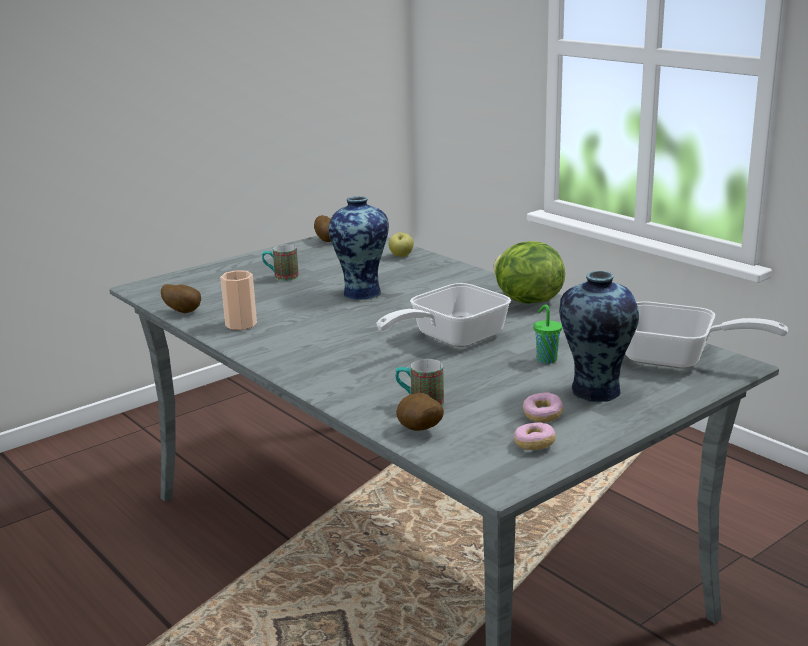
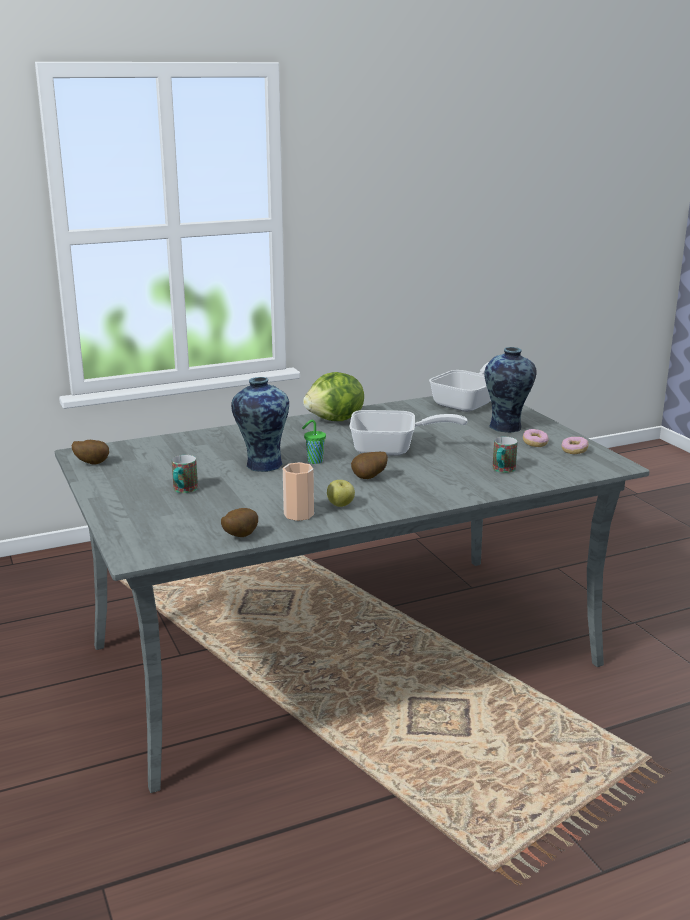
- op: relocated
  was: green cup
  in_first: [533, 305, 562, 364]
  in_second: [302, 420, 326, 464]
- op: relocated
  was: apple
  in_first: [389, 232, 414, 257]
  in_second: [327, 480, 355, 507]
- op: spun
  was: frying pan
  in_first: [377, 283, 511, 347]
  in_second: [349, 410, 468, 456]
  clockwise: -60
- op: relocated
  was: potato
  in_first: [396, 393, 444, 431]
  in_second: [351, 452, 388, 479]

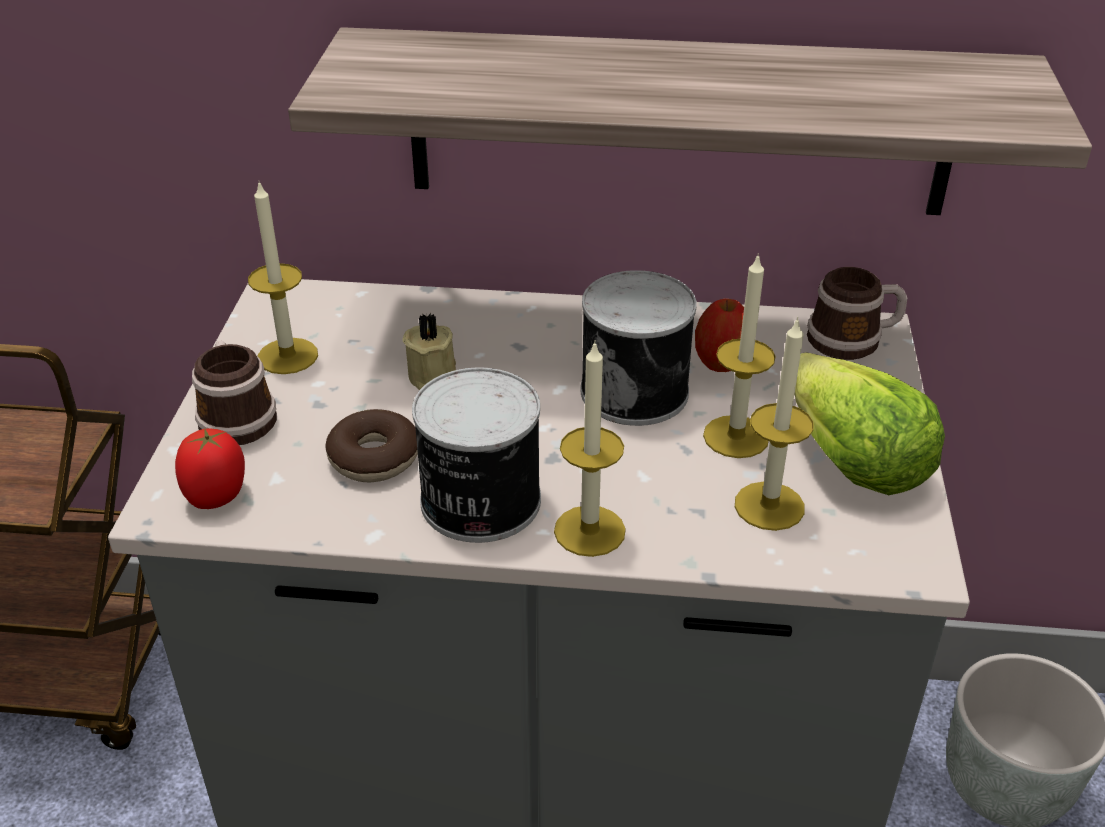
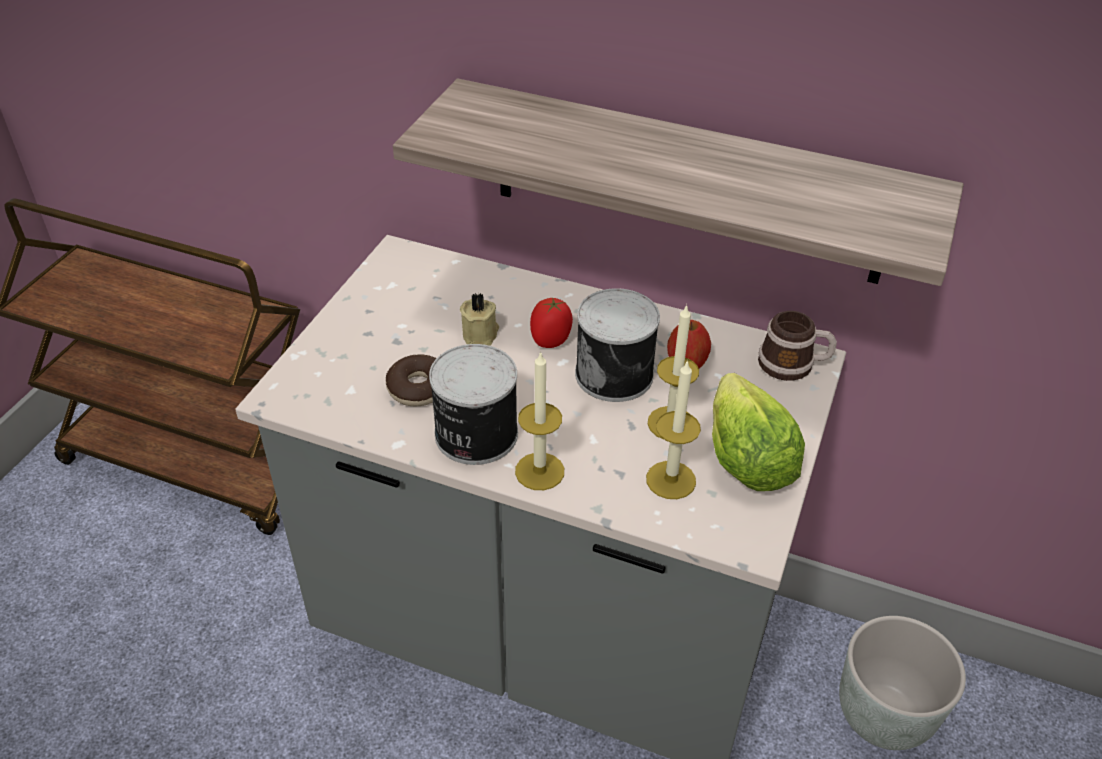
- op: relocated
  was: tomato
  in_first: [175, 428, 245, 509]
  in_second: [530, 298, 573, 348]
- op: missing
  was: mug
  in_first: [192, 341, 277, 445]
- op: missing
  was: candle
  in_first: [248, 180, 318, 374]

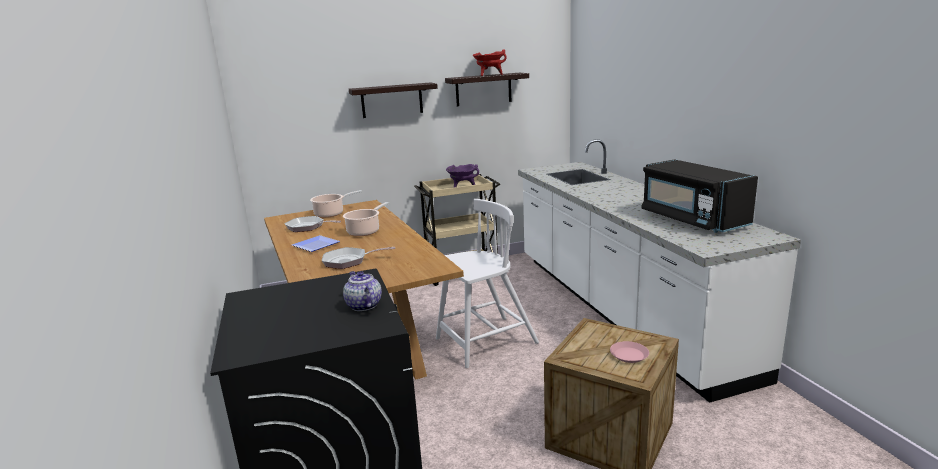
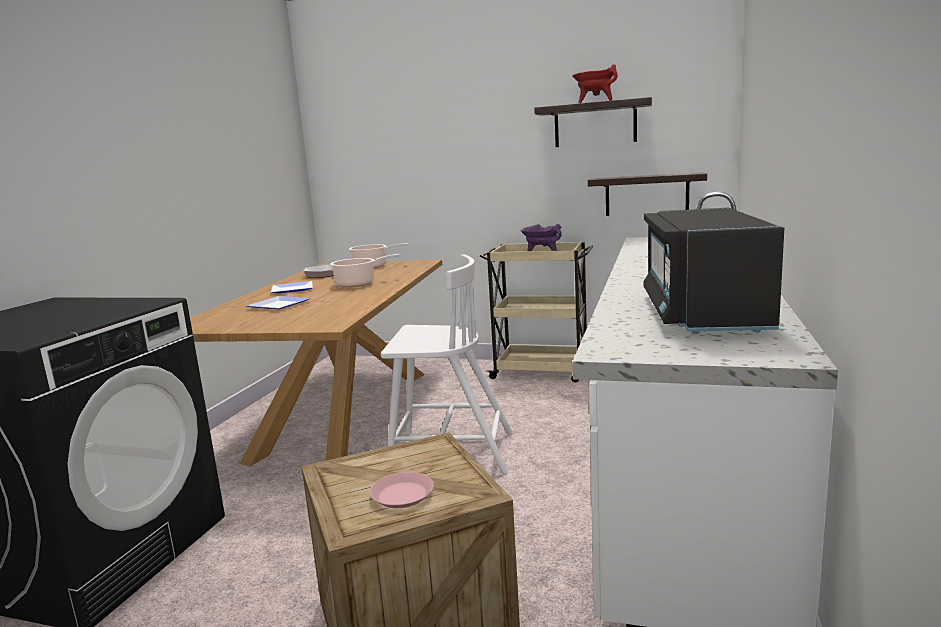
- op: exchanged
  was: frying pan
  now: plate
  in_first: [322, 247, 395, 269]
  in_second: [247, 296, 311, 309]
- op: relocated
  was: shelf
  in_first: [349, 82, 438, 118]
  in_second: [588, 172, 707, 216]
- op: missing
  was: teapot
  in_first: [343, 271, 382, 311]

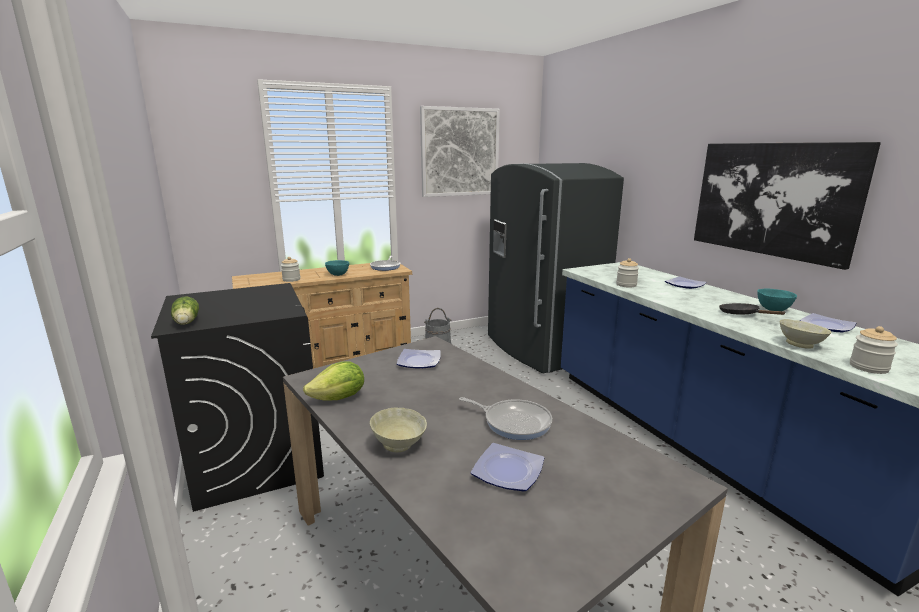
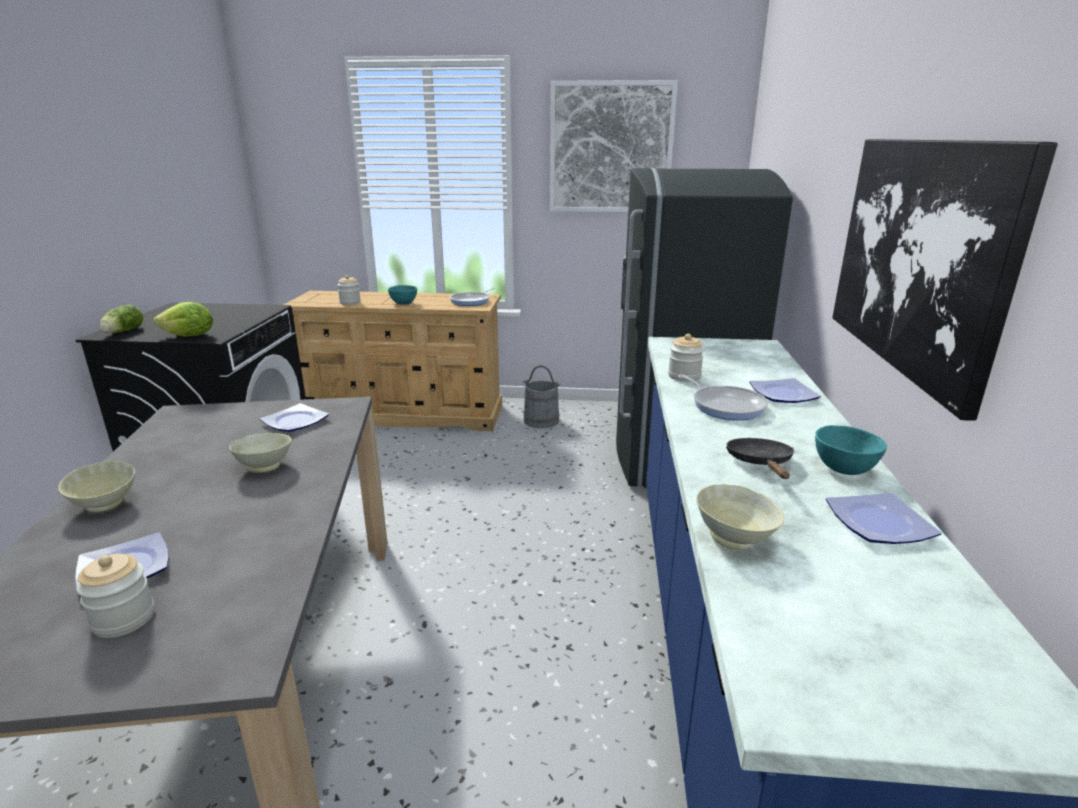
- op: relocated
  was: jar
  in_first: [850, 326, 898, 374]
  in_second: [76, 554, 154, 638]
- op: relocated
  was: lettuce
  in_first: [303, 361, 364, 400]
  in_second: [154, 302, 213, 337]
- op: appeared
  now: beige bowl
  in_second: [229, 433, 291, 473]
- op: relocated
  was: frying pan
  in_first: [459, 397, 552, 440]
  in_second: [678, 374, 768, 420]

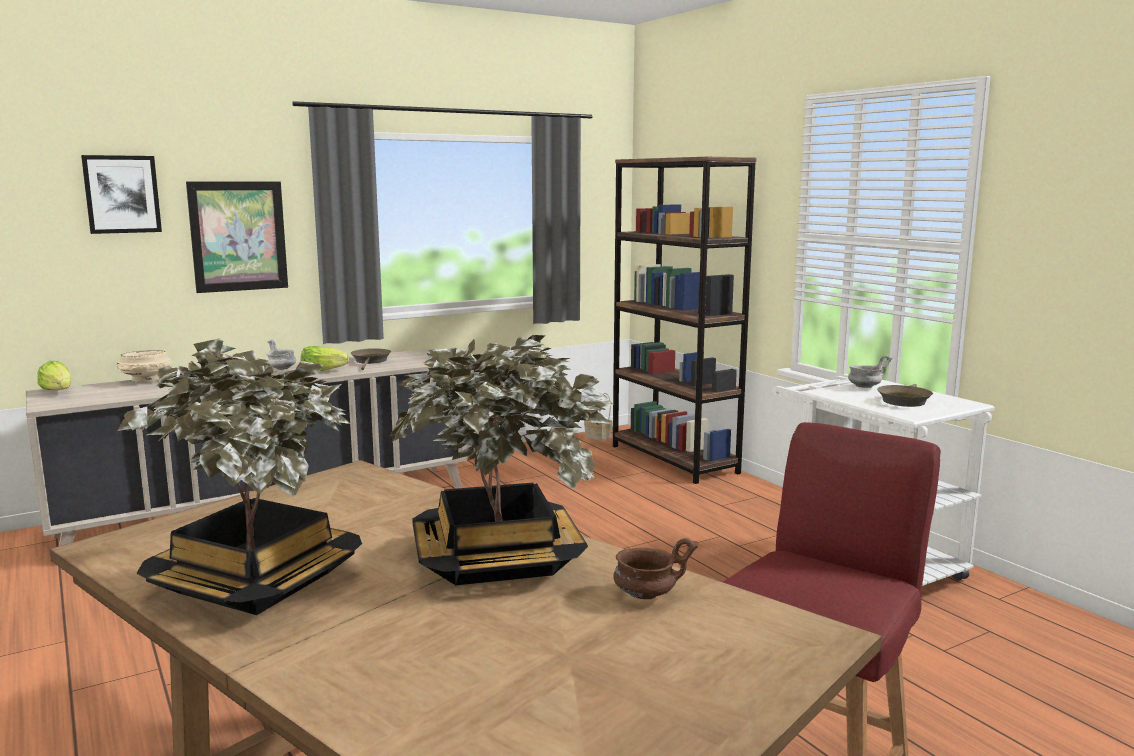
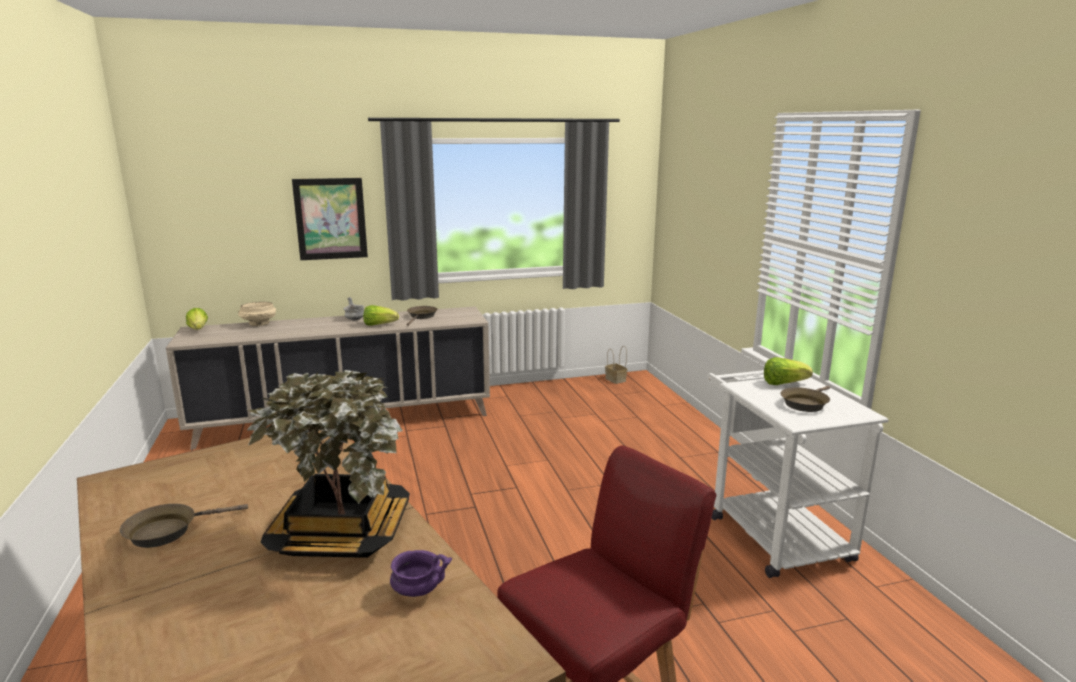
- op: exchanged
  was: potted plant
  now: brown frying pan
  in_first: [118, 338, 362, 615]
  in_second: [120, 504, 248, 548]
- op: colour
  was: brown bowl
  now: purple bowl
  in_first: [613, 538, 698, 599]
  in_second: [390, 550, 452, 597]
- op: exchanged
  was: grey bowl
  now: lettuce
  in_first: [848, 355, 893, 388]
  in_second: [764, 357, 813, 385]
- op: missing
  was: picture
  in_first: [81, 155, 162, 234]
- op: missing
  was: brown bookcase
  in_first: [613, 157, 757, 484]

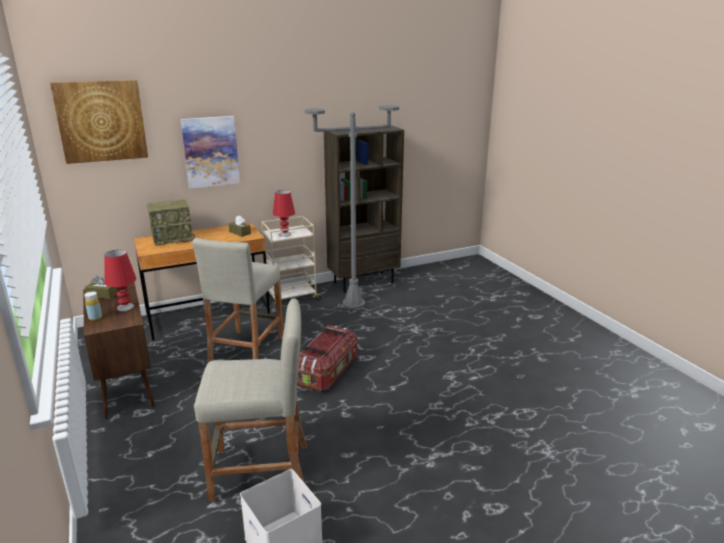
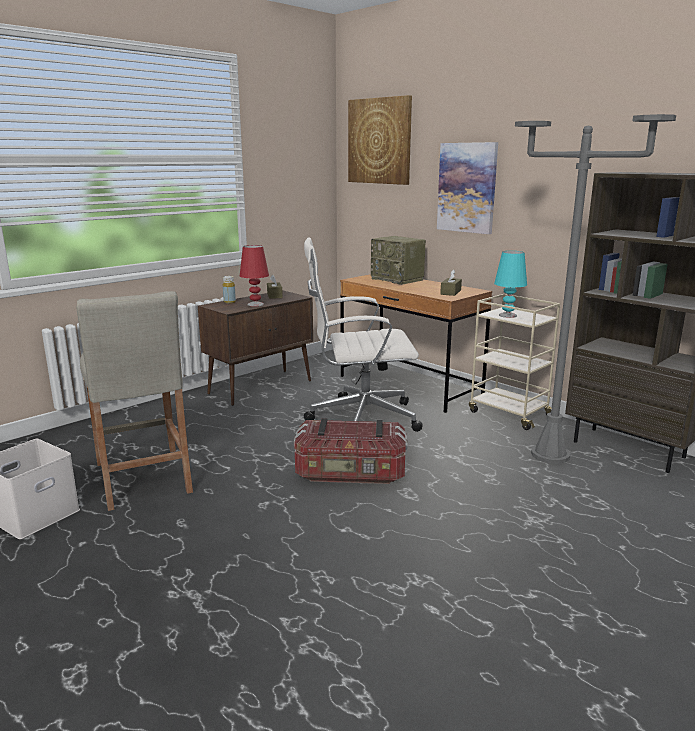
- op: exchanged
  was: beige stool
  now: white office chair
  in_first: [192, 238, 284, 362]
  in_second: [304, 237, 423, 432]
- op: colour
  was: red table lamp
  now: turquoise table lamp
  in_first: [273, 190, 295, 237]
  in_second: [494, 251, 527, 318]

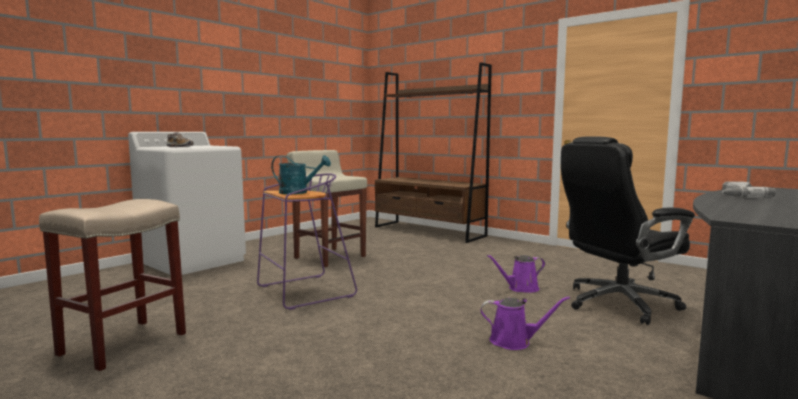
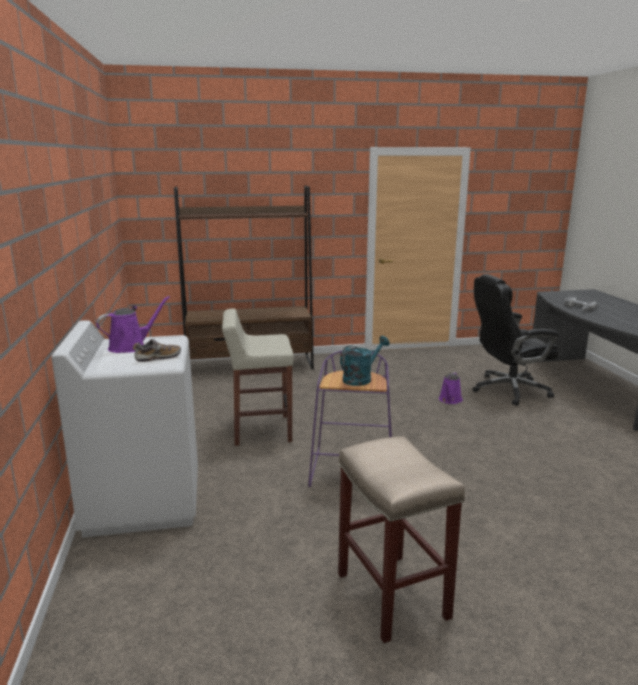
- op: relocated
  was: purple watering can
  in_first: [481, 296, 570, 350]
  in_second: [96, 296, 170, 353]
- op: spun
  was: black office chair
  in_first: [561, 136, 695, 325]
  in_second: [472, 274, 559, 406]
  clockwise: 60

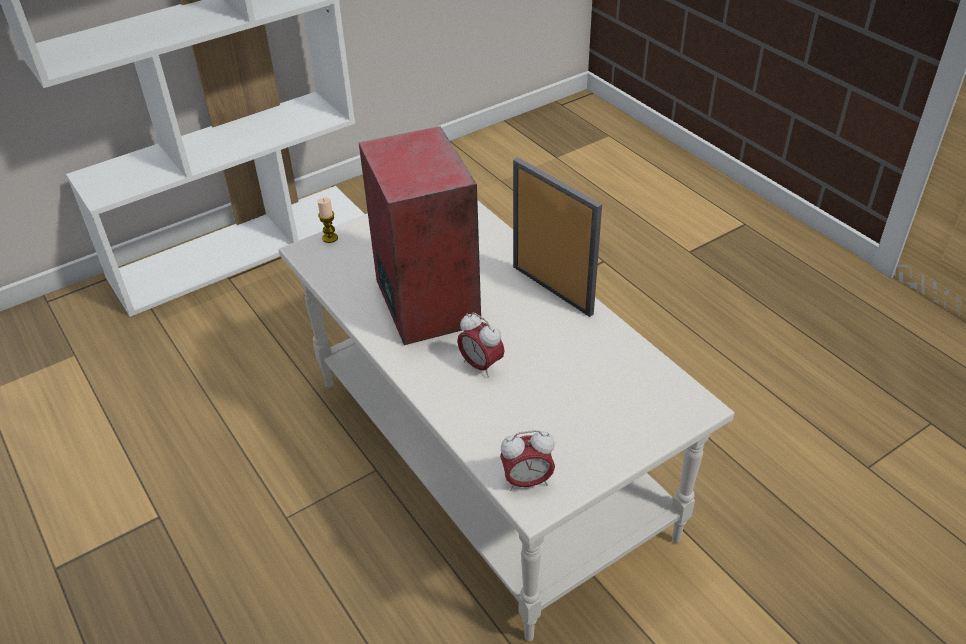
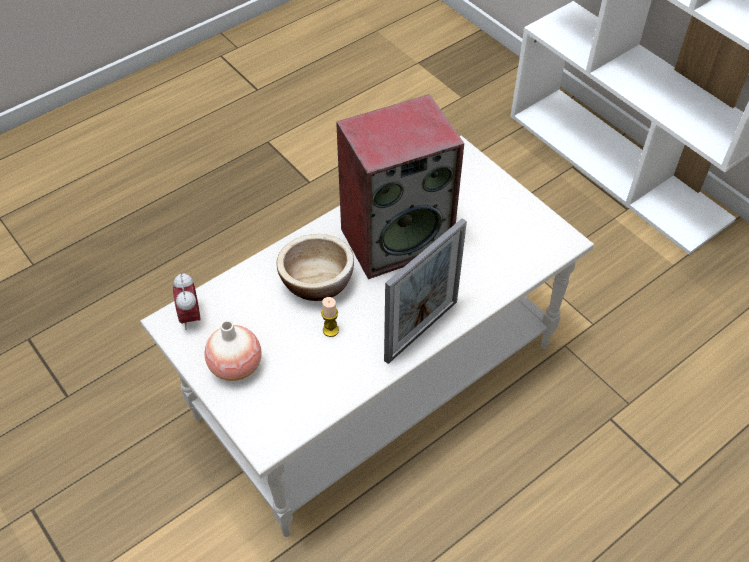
- op: appeared
  now: vase
  in_second: [205, 321, 262, 381]
- op: exchanged
  was: alarm clock
  now: bowl
  in_first: [457, 313, 505, 378]
  in_second: [276, 234, 354, 301]
- op: relocated
  was: candle
  in_first: [317, 197, 338, 243]
  in_second: [321, 297, 339, 337]

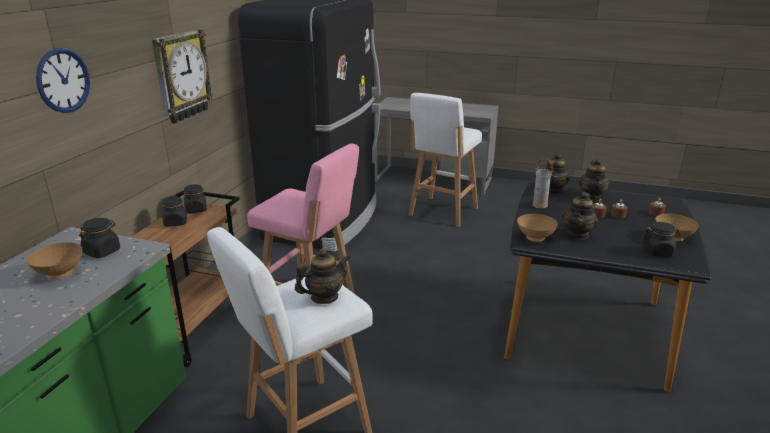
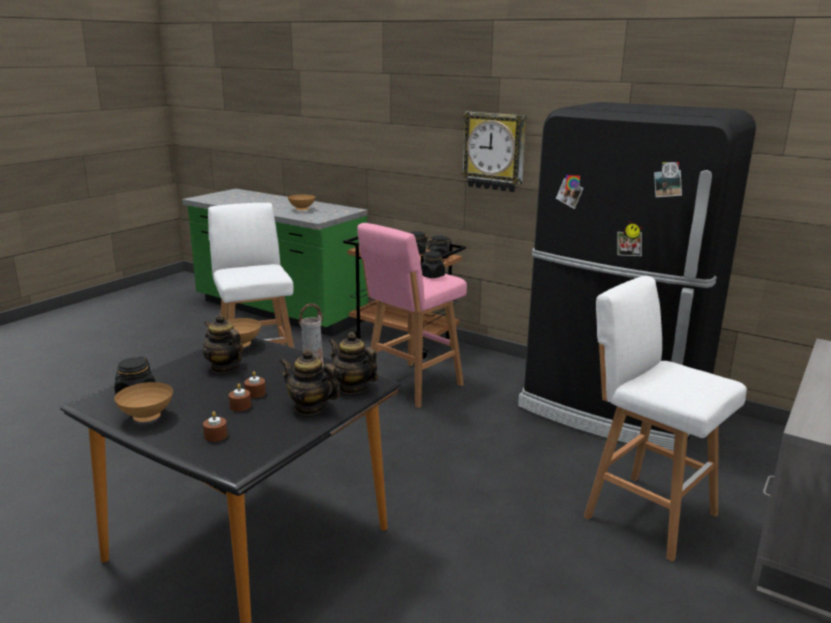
- op: relocated
  was: black jar
  in_first: [79, 218, 120, 258]
  in_second: [421, 251, 445, 278]
- op: missing
  was: wall clock
  in_first: [36, 48, 90, 113]
- op: missing
  was: teapot
  in_first: [295, 248, 351, 304]

